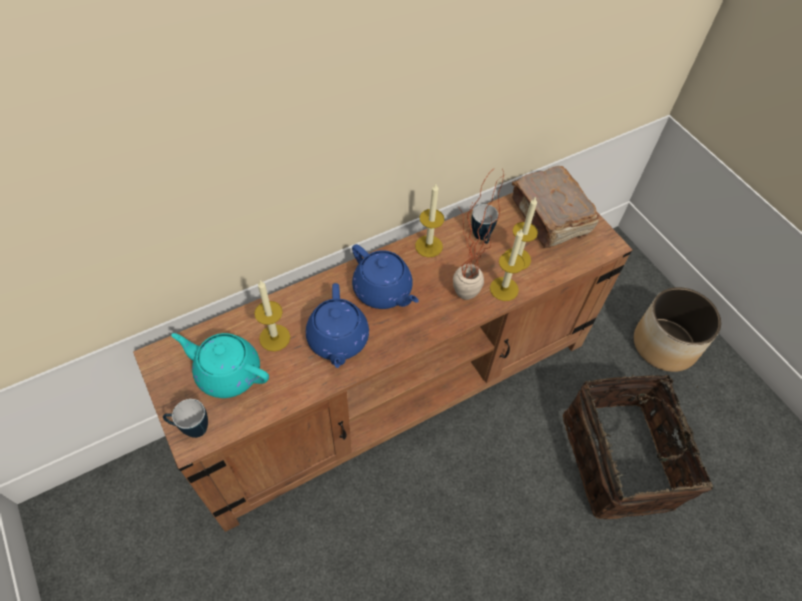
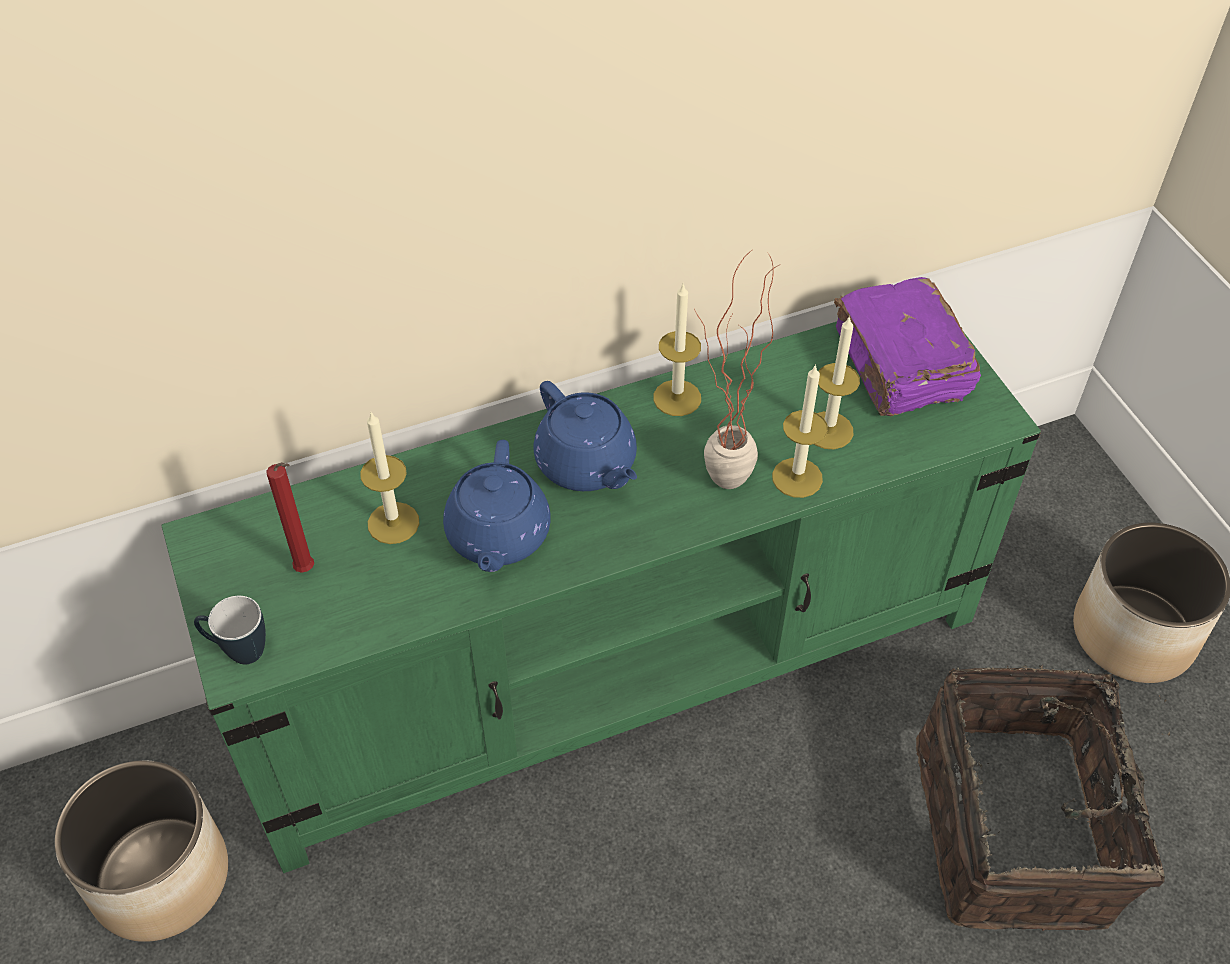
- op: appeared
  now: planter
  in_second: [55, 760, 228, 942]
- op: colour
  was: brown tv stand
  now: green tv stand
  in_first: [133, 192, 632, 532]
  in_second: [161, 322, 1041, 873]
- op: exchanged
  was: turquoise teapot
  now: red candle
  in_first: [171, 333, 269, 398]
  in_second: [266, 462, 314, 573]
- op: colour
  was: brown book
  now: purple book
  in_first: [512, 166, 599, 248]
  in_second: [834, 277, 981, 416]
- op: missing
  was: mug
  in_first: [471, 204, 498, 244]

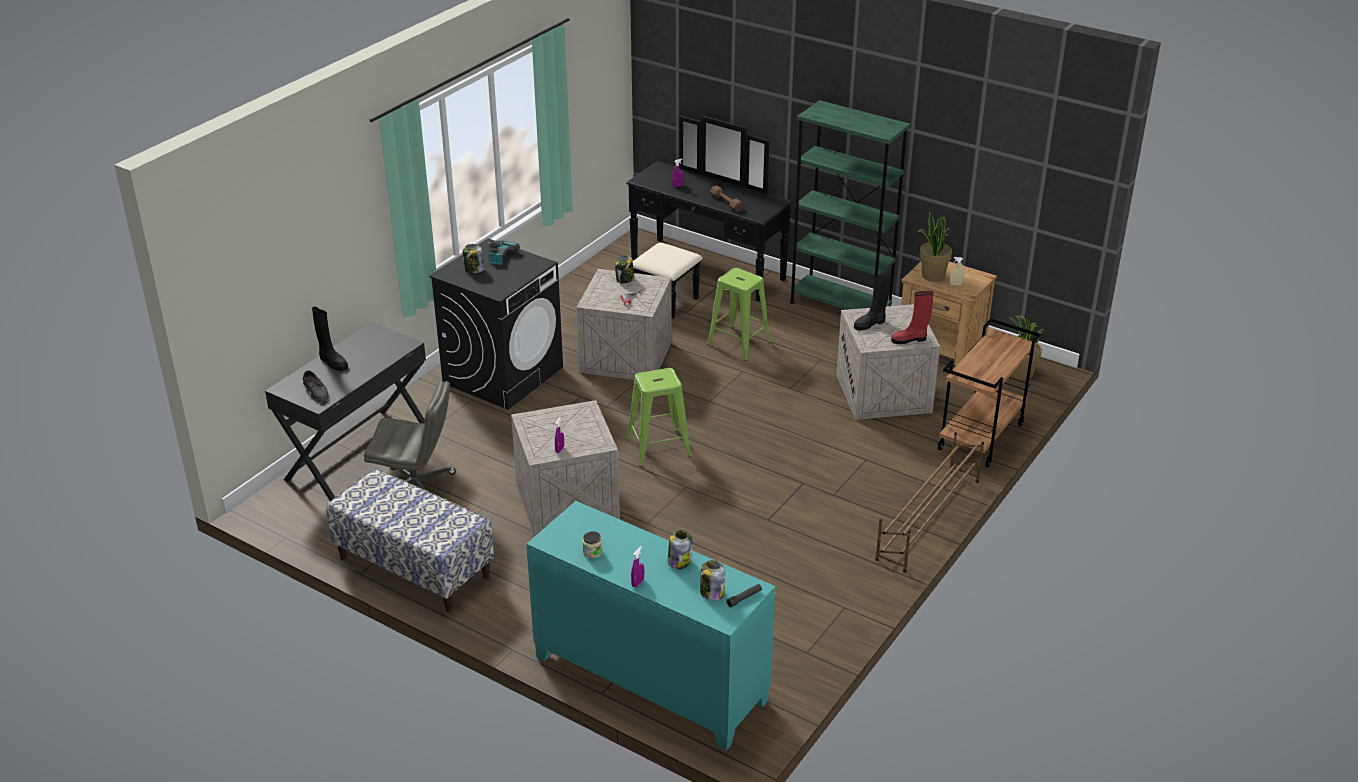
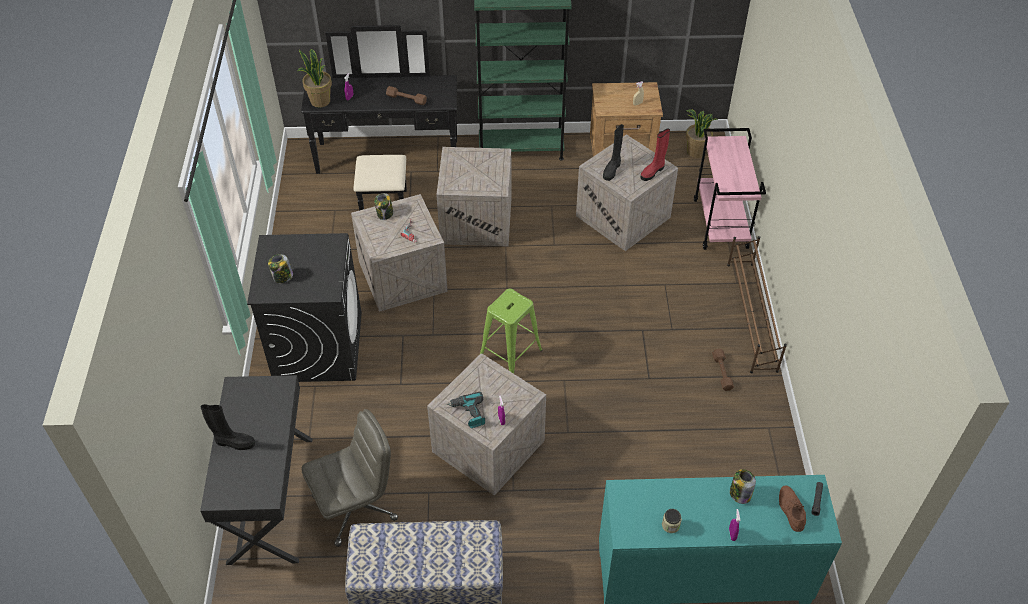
- op: relocated
  was: potted plant
  in_first: [917, 213, 952, 282]
  in_second: [297, 49, 332, 108]
- op: exchanged
  was: green stool
  now: crate
  in_first: [707, 268, 771, 361]
  in_second: [436, 147, 511, 246]
- op: relocated
  was: power drill
  in_first: [488, 240, 520, 265]
  in_second: [447, 392, 485, 428]
- op: colour
  was: brown cart
  now: pink cart
  in_first: [937, 318, 1041, 467]
  in_second: [694, 128, 766, 250]
- op: appeared
  now: brown dumbbell
  in_second: [712, 349, 734, 391]
- op: exchanged
  was: jar
  now: brown shoe
  in_first: [700, 560, 725, 601]
  in_second: [779, 485, 806, 532]
- op: missing
  was: grey shoe
  in_first: [302, 370, 329, 402]

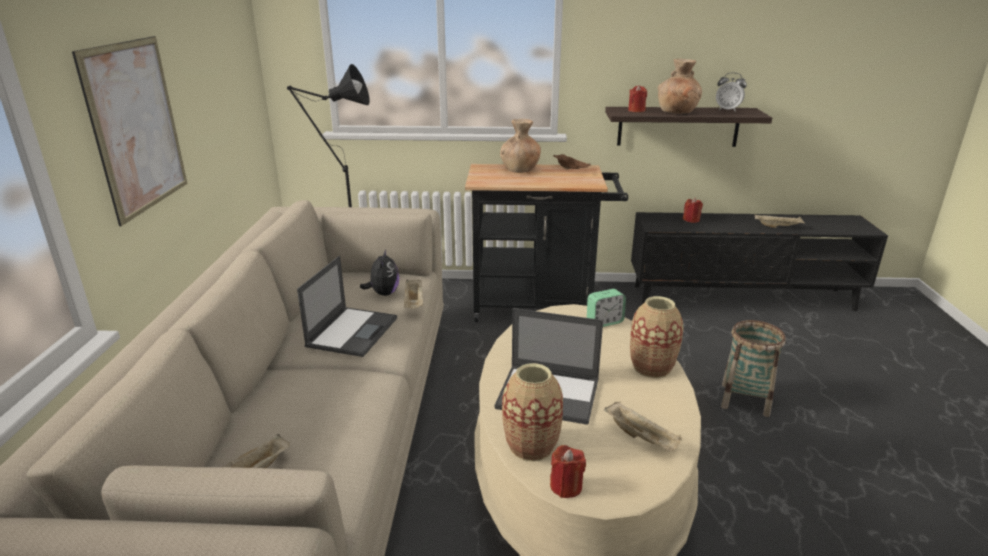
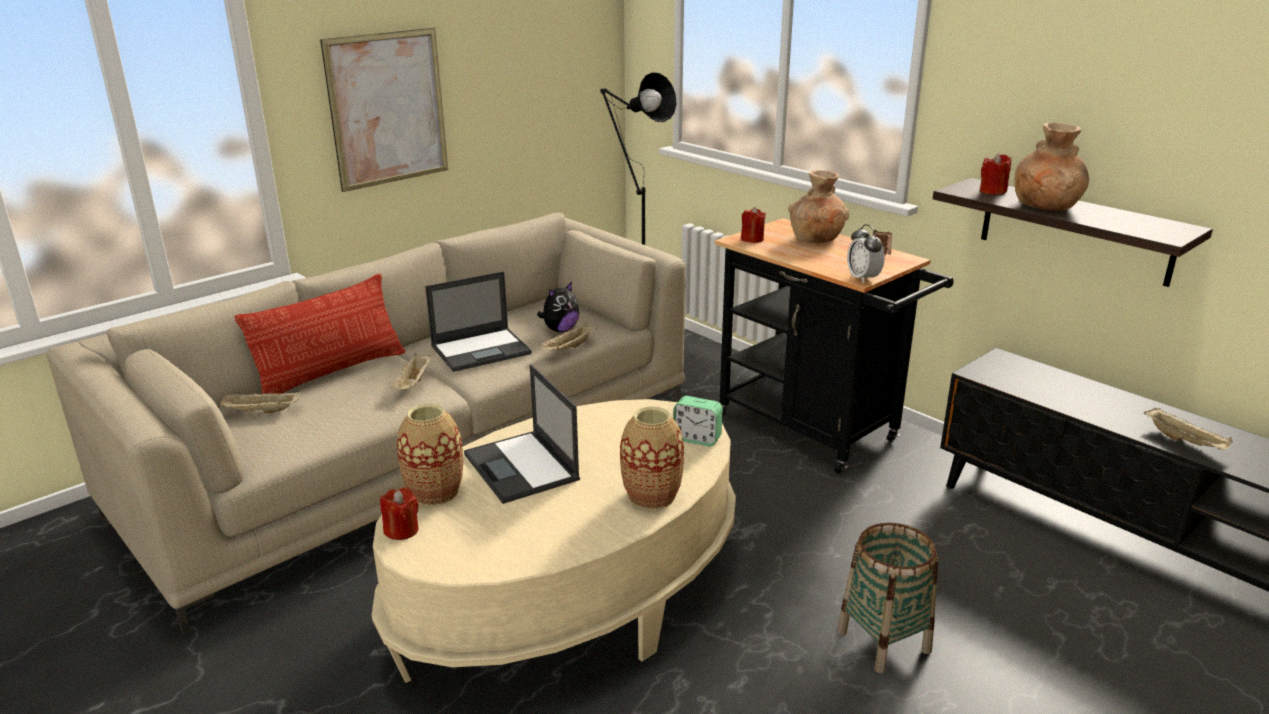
- op: appeared
  now: pillow
  in_second: [235, 274, 405, 394]
- op: relocated
  was: beige tray
  in_first: [604, 402, 682, 452]
  in_second: [391, 353, 432, 389]
- op: relocated
  was: red candle
  in_first: [683, 198, 703, 223]
  in_second: [741, 207, 766, 243]
- op: relocated
  was: alarm clock
  in_first: [716, 72, 747, 112]
  in_second: [847, 224, 884, 283]

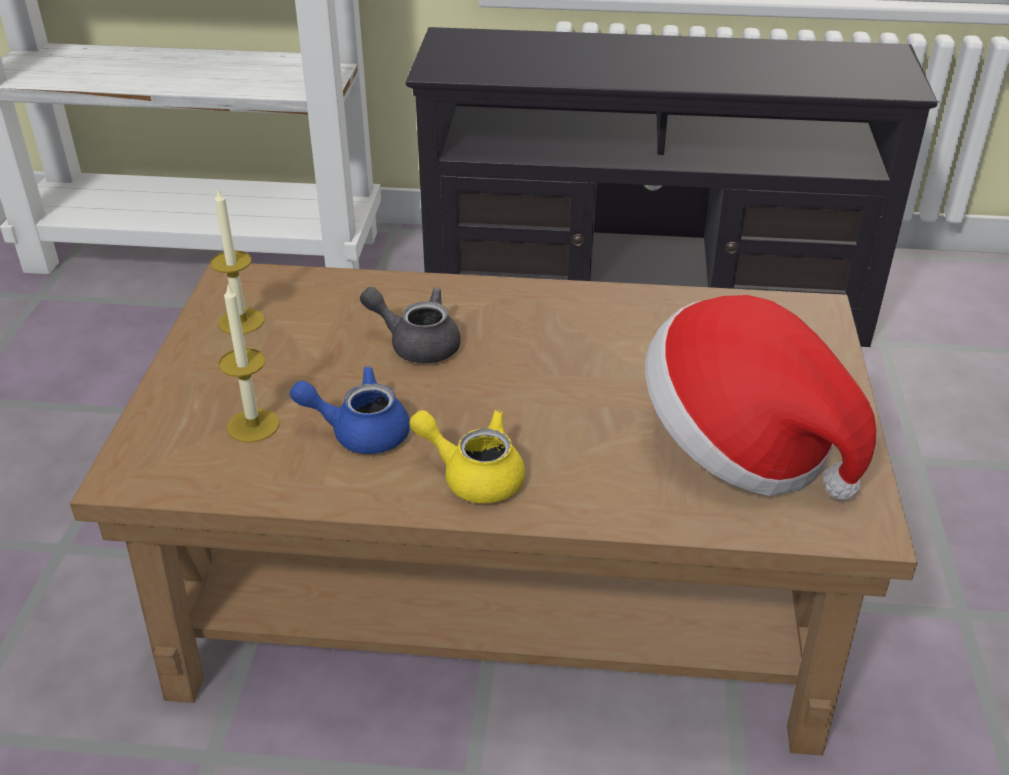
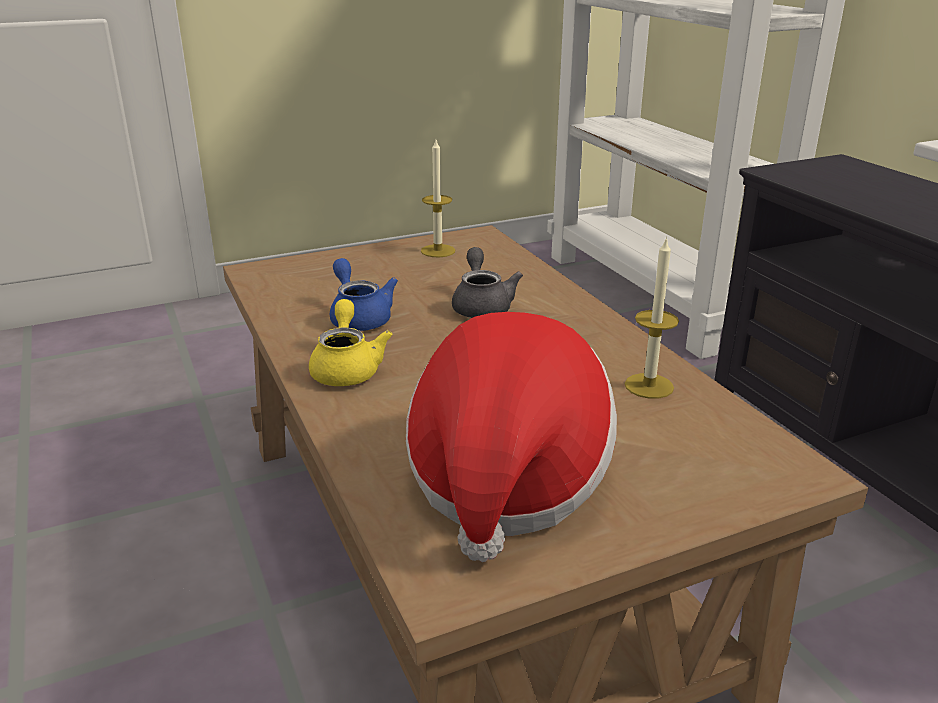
- op: relocated
  was: candle
  in_first: [219, 284, 280, 443]
  in_second: [625, 237, 679, 399]

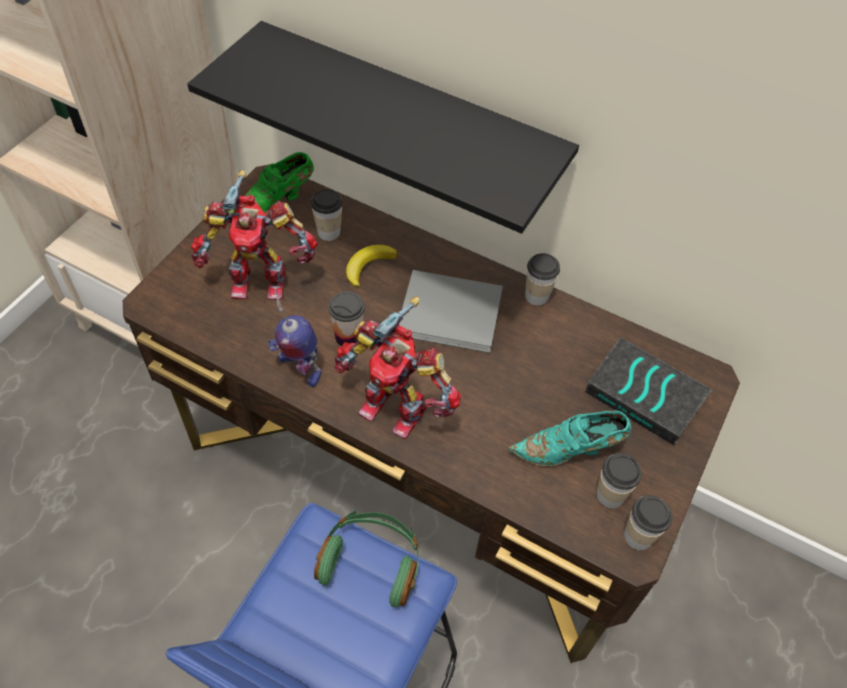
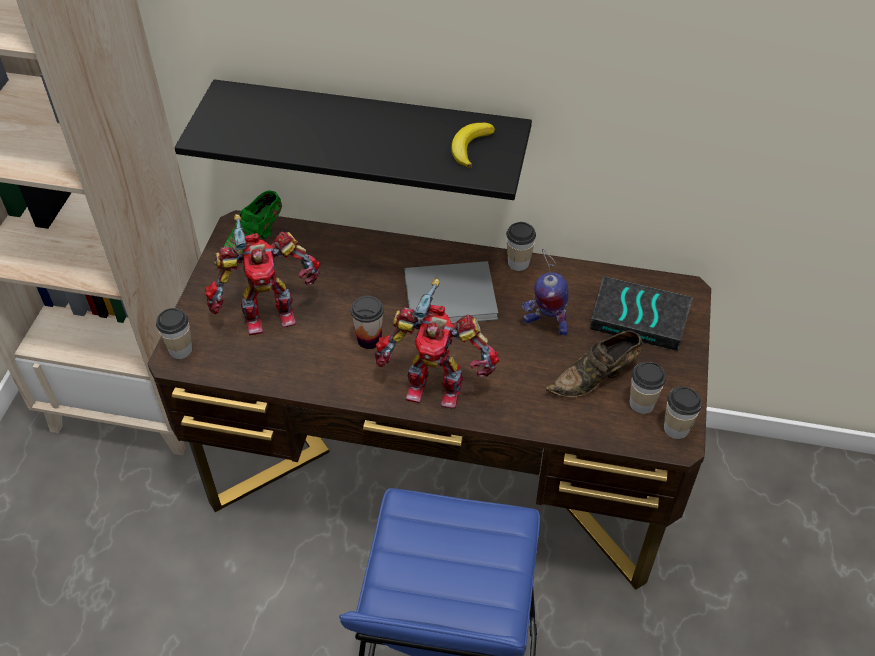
- op: relocated
  was: cup
  in_first: [311, 189, 343, 241]
  in_second: [156, 308, 192, 359]
- op: relocated
  was: banana
  in_first: [346, 245, 397, 288]
  in_second: [451, 123, 495, 168]
- op: relocated
  was: toy robot
  in_first: [268, 289, 322, 387]
  in_second: [522, 249, 569, 336]
- op: colour
  was: turquoise shoe
  now: brown shoe
  in_first: [508, 410, 631, 467]
  in_second: [546, 331, 643, 398]
- op: missing
  was: green headphones
  in_first: [314, 510, 419, 607]

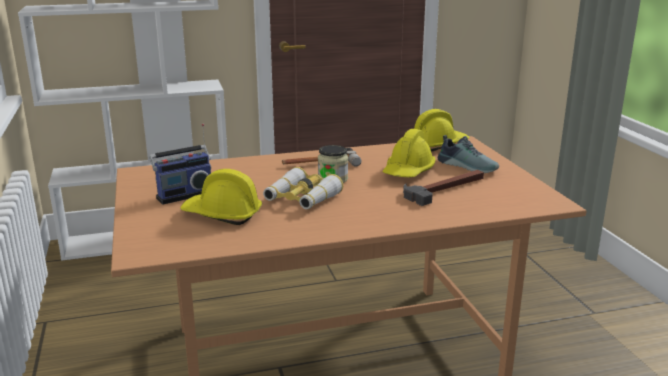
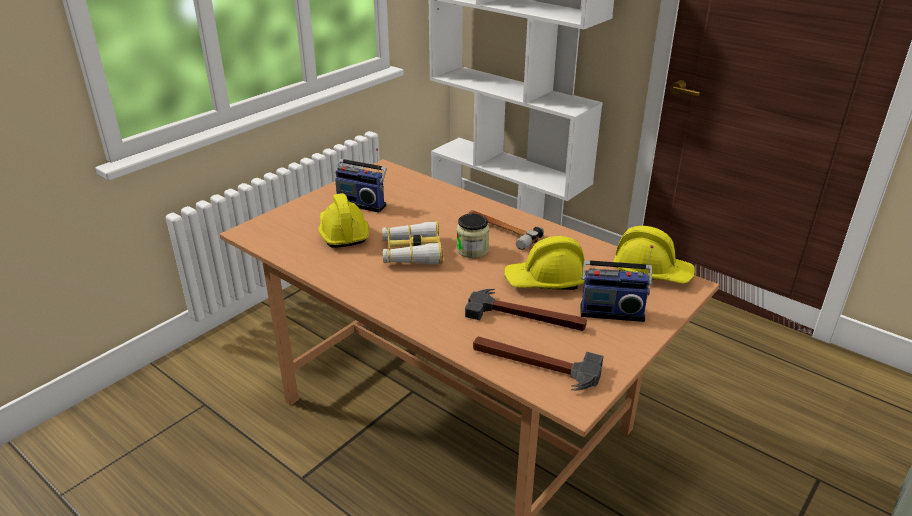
- op: appeared
  now: hammer
  in_second: [473, 336, 604, 390]
- op: exchanged
  was: shoe
  now: radio
  in_first: [438, 135, 499, 173]
  in_second: [580, 245, 654, 322]

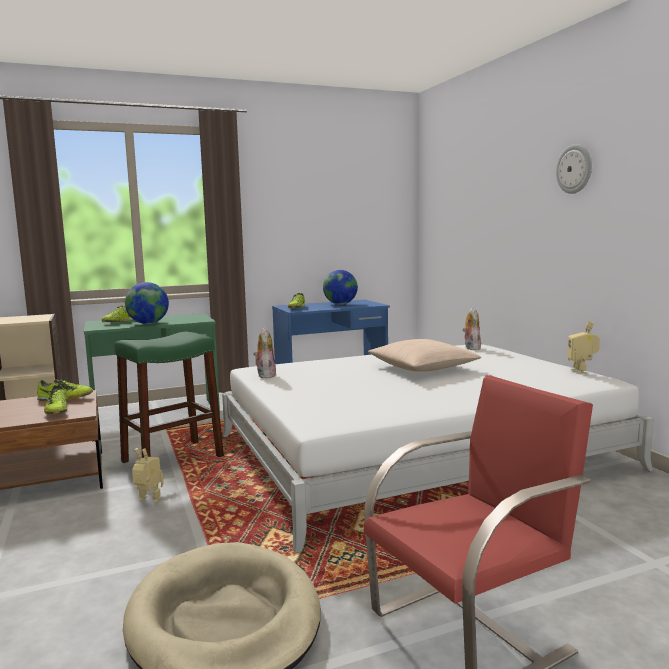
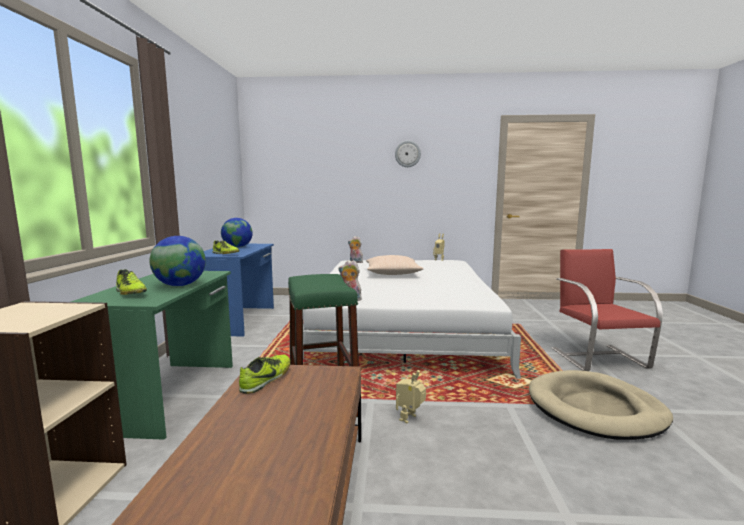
- op: missing
  was: shoe
  in_first: [44, 385, 67, 414]

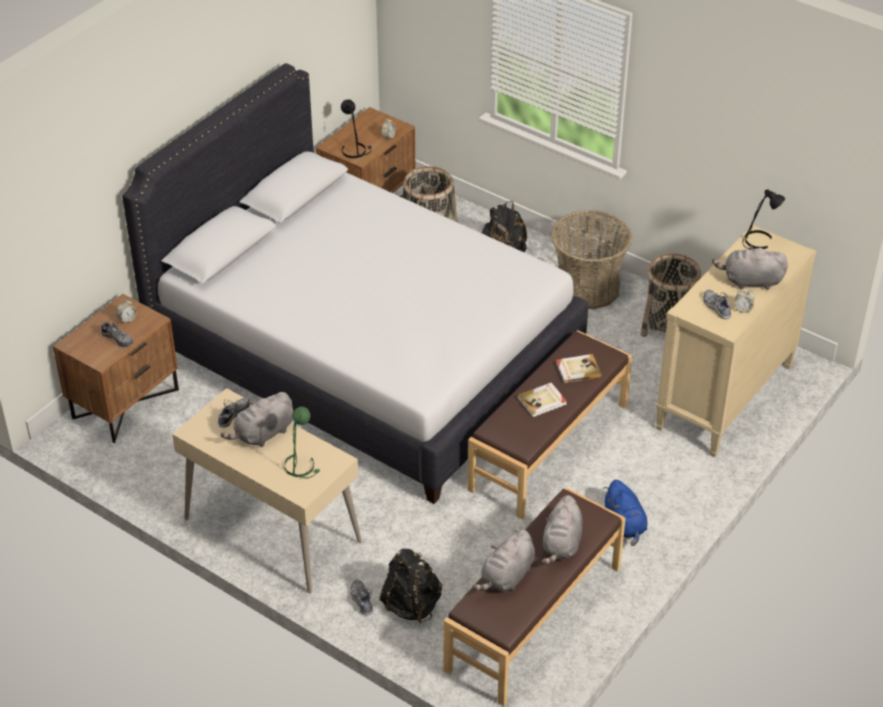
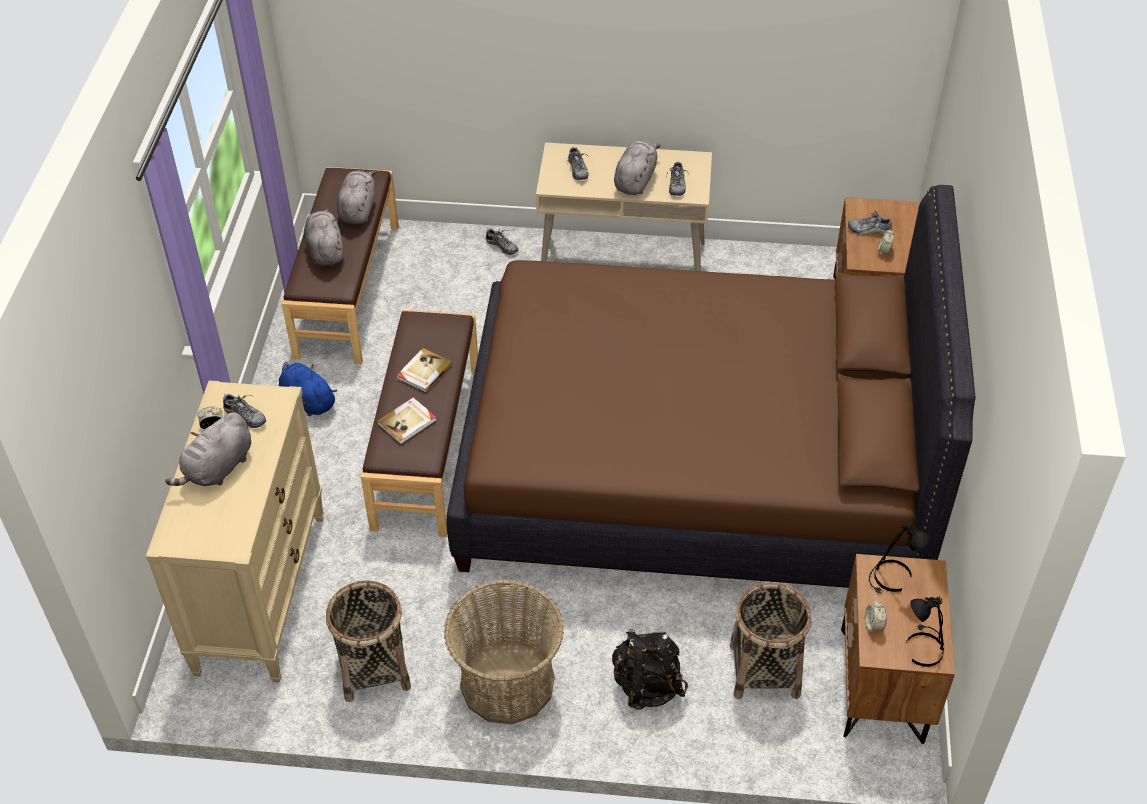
- op: spun
  was: grey plush toy
  in_first: [712, 245, 788, 290]
  in_second: [165, 412, 251, 486]
  clockwise: 150
- op: colour
  was: white bed
  now: brown bed
  in_first: [122, 63, 588, 504]
  in_second: [446, 185, 976, 588]
- op: exchanged
  was: green table lamp
  now: shoe
  in_first: [284, 406, 320, 478]
  in_second: [567, 147, 589, 180]
- op: relocated
  was: black table lamp
  in_first: [742, 190, 785, 250]
  in_second: [906, 596, 944, 667]
- op: missing
  was: black backpack
  in_first: [379, 549, 442, 623]

